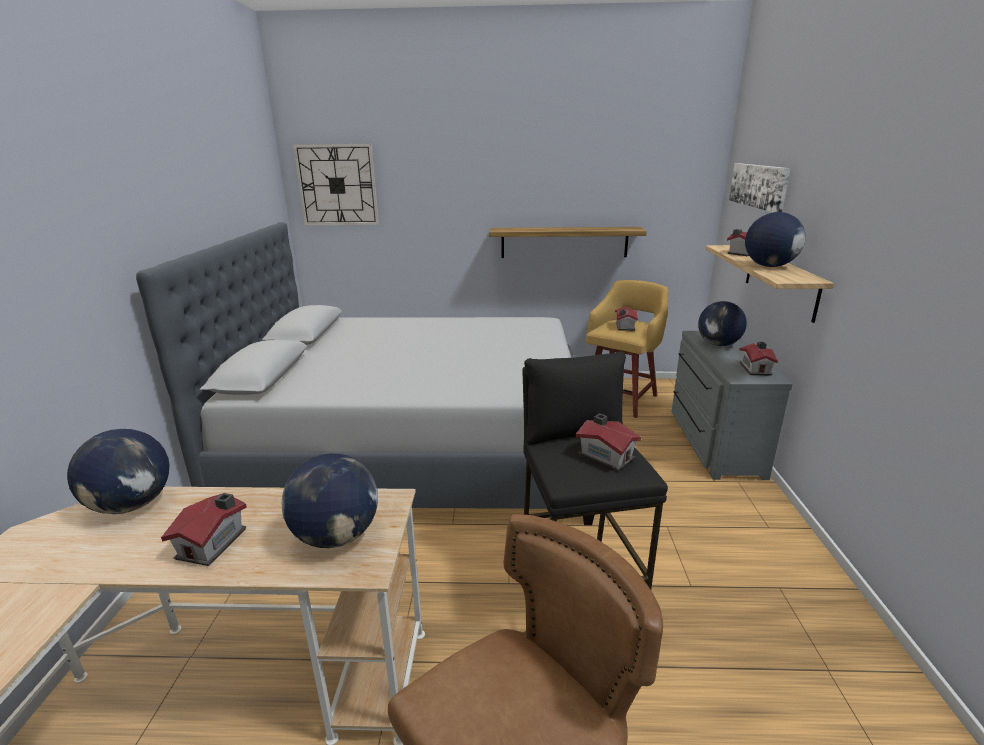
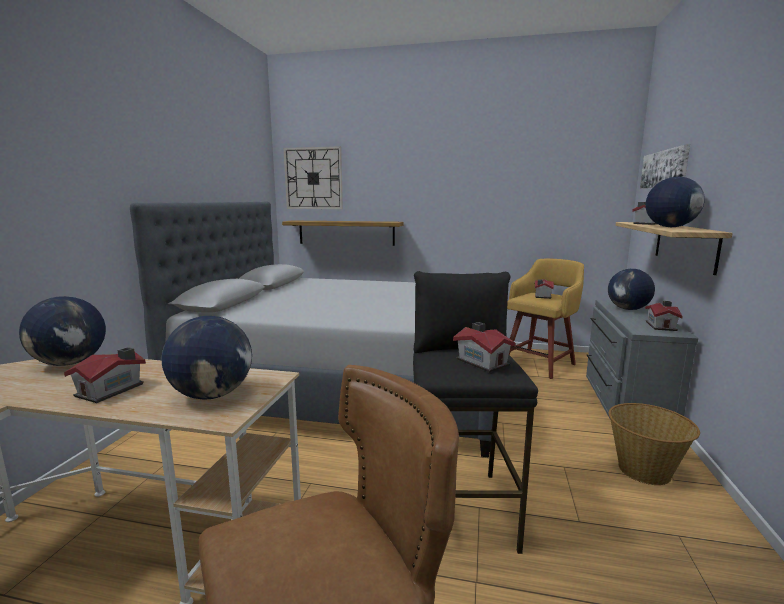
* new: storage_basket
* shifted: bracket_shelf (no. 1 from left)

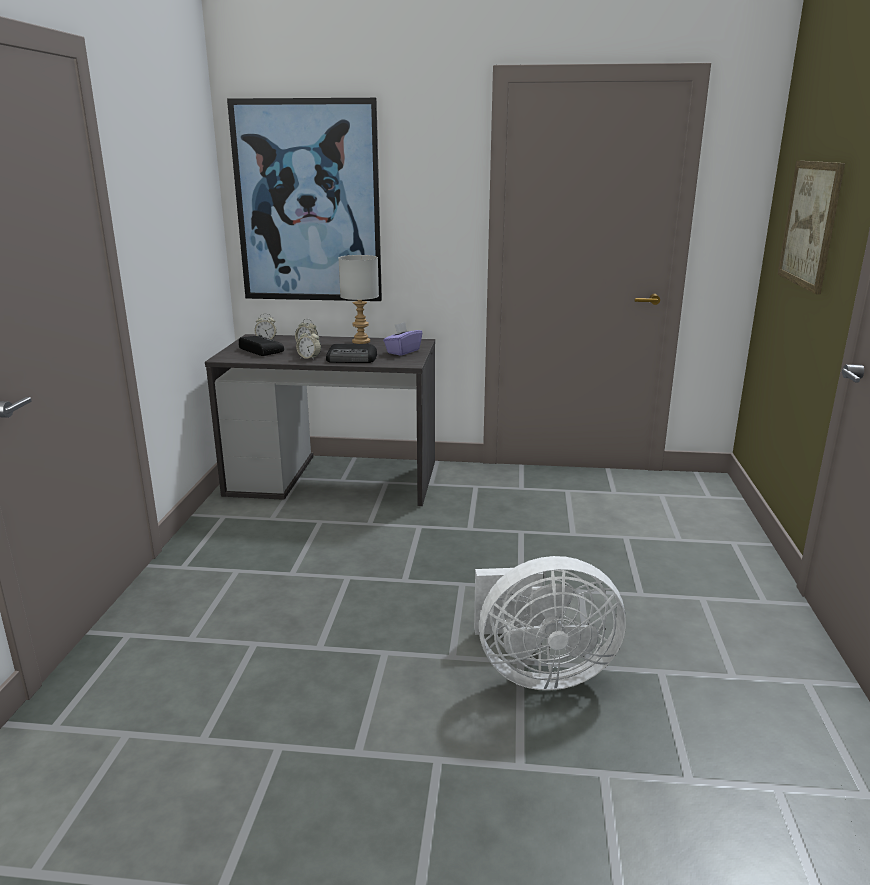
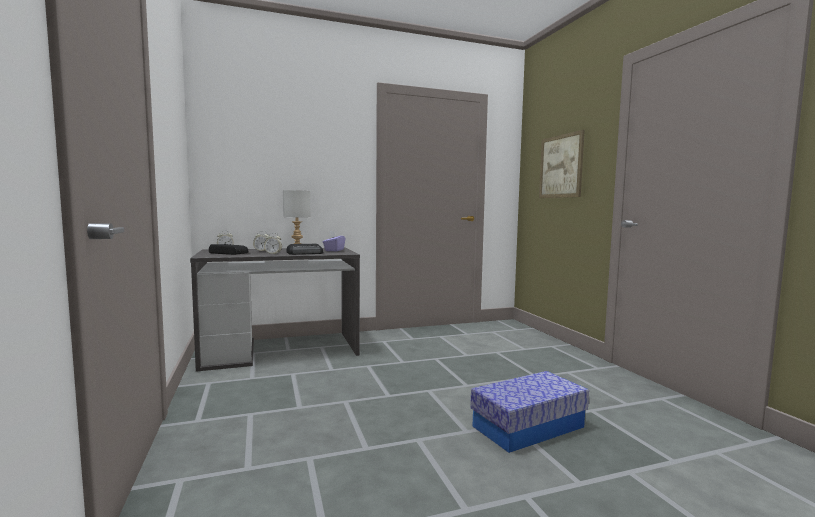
* gone: wall_picture (no. 1 from left)
* swapped: white_cooling_fan to storage_box

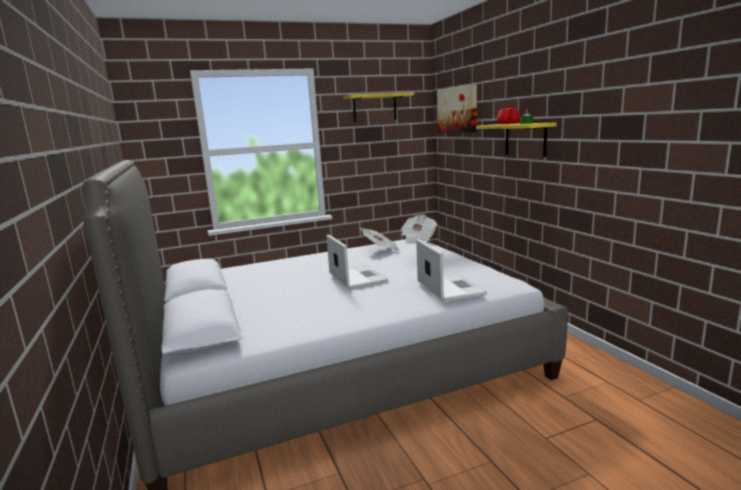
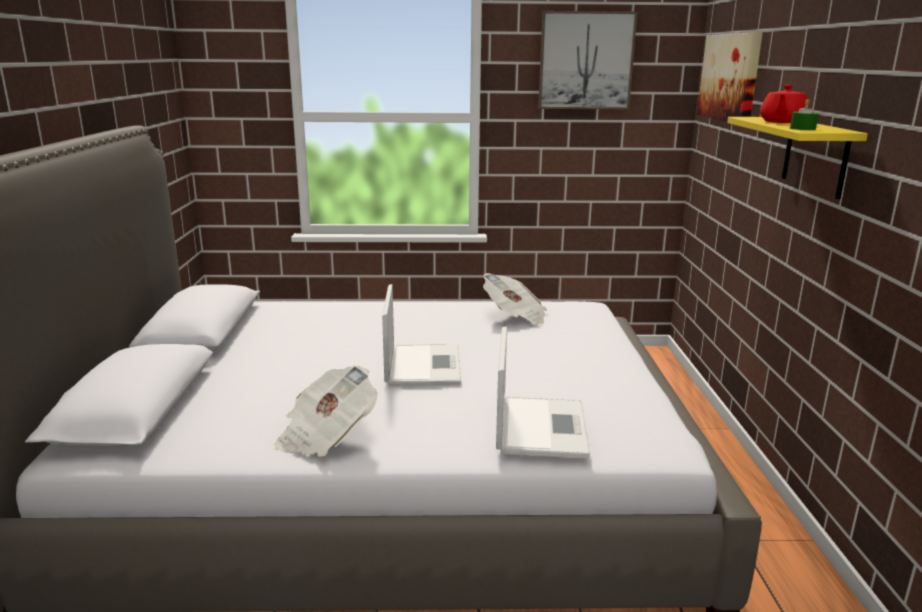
* shifted: printed_paper (no. 2 from left in the first image) to printed_paper (no. 1 from left)
* swapped: yellow-coloured_bracket_shelf (no. 1 from left) to wall_picture (no. 1 from left)

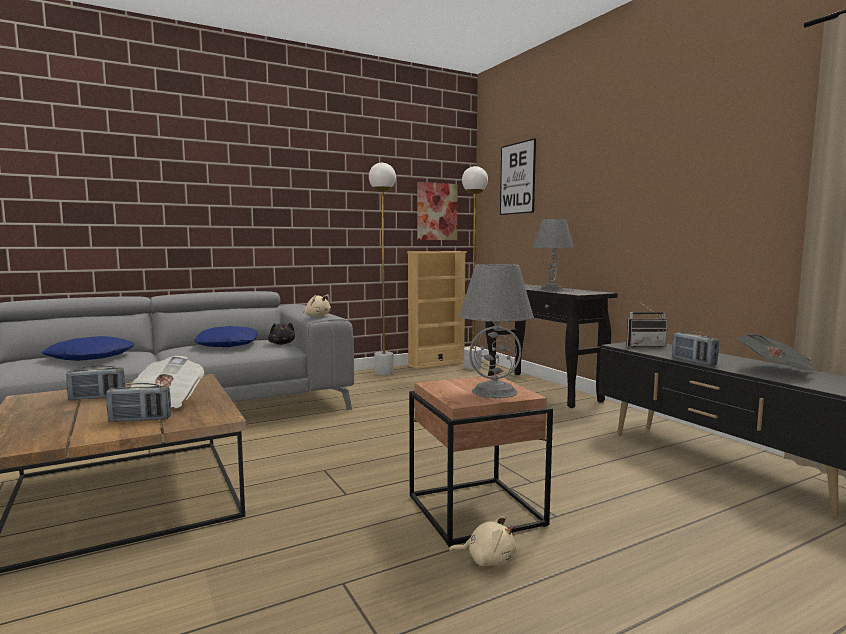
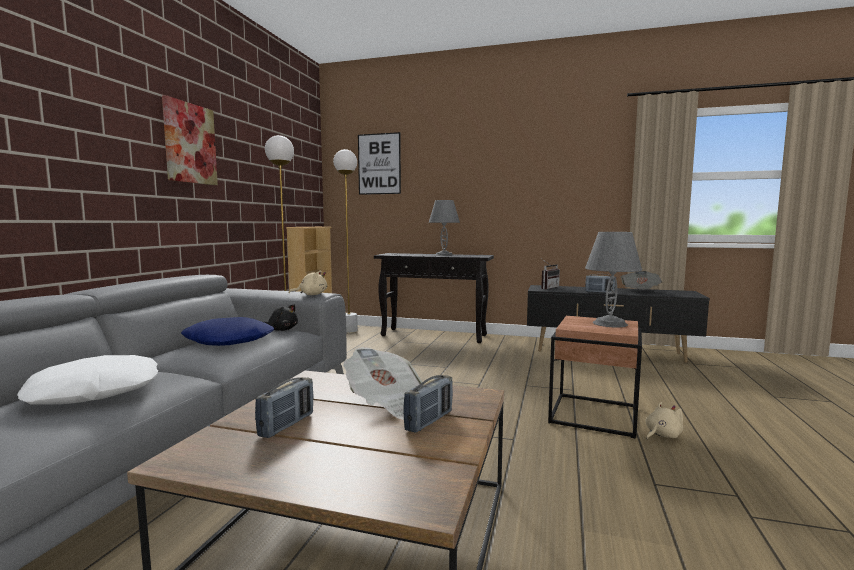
* shifted: wall_picture (no. 1 from left)
* repainted: blue_throw_pillow (no. 1 from left) to white_throw_pillow

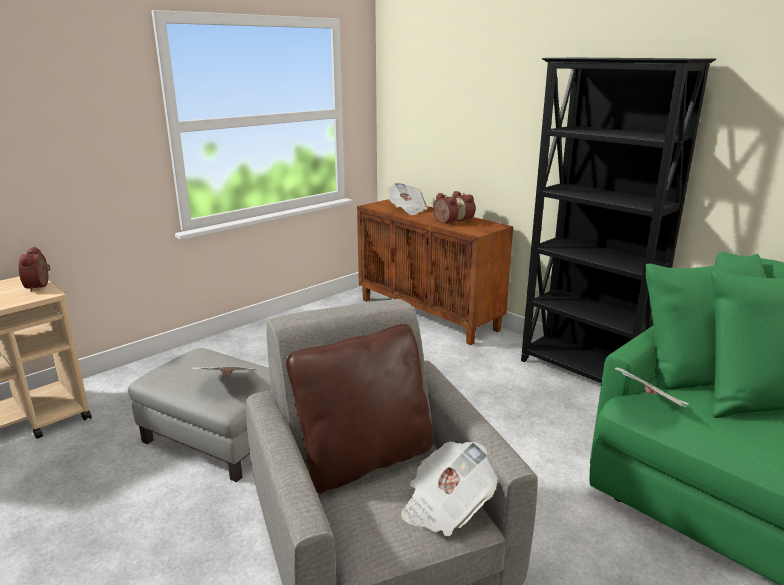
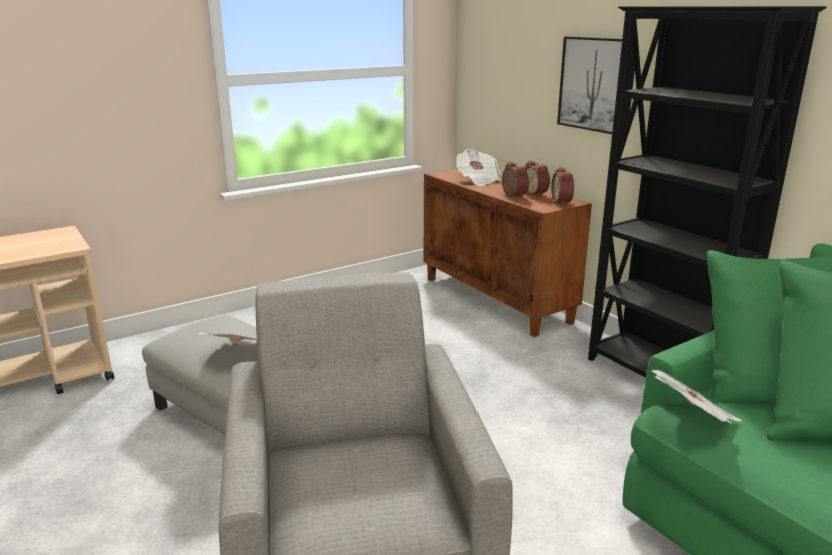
* gone: brown_throw_pillow
* gone: printed_paper (no. 3 from left)
* new: wall_picture
* shifted: bedside_clock (no. 1 from left in the first image) to bedside_clock (no. 3 from left)

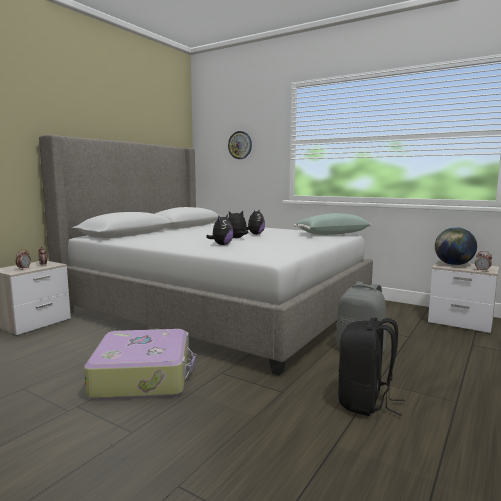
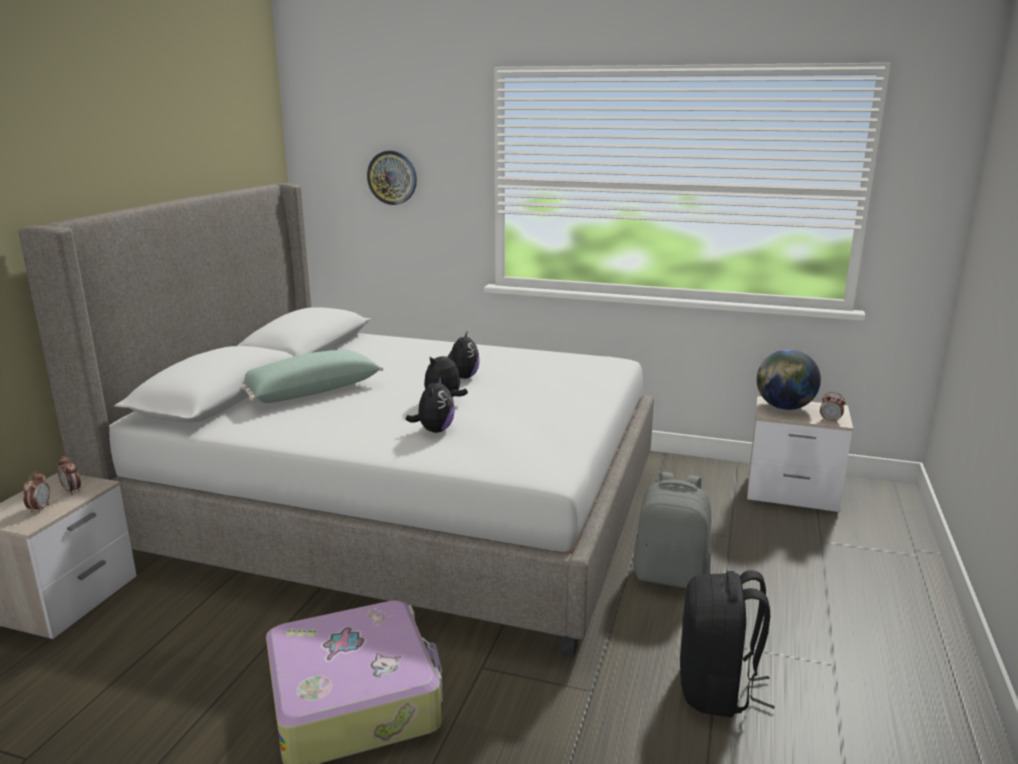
* shifted: green_throw_pillow

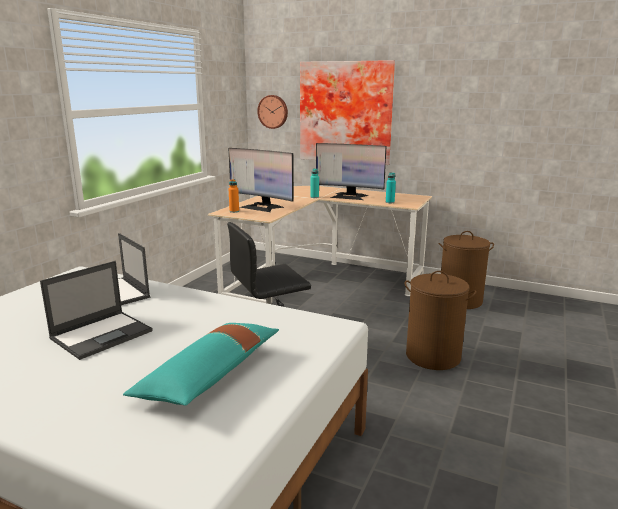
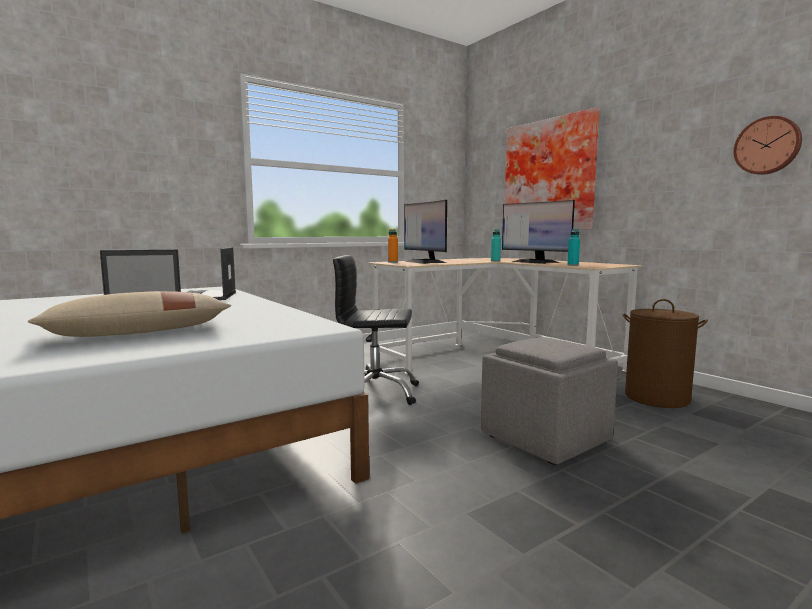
* shifted: clock_on_the_wall
* swapped: brown_hamper (no. 1 from left) to grey_ottoman
* repainted: turquoise-coloured_throw_pillow to sand-coloured_throw_pillow

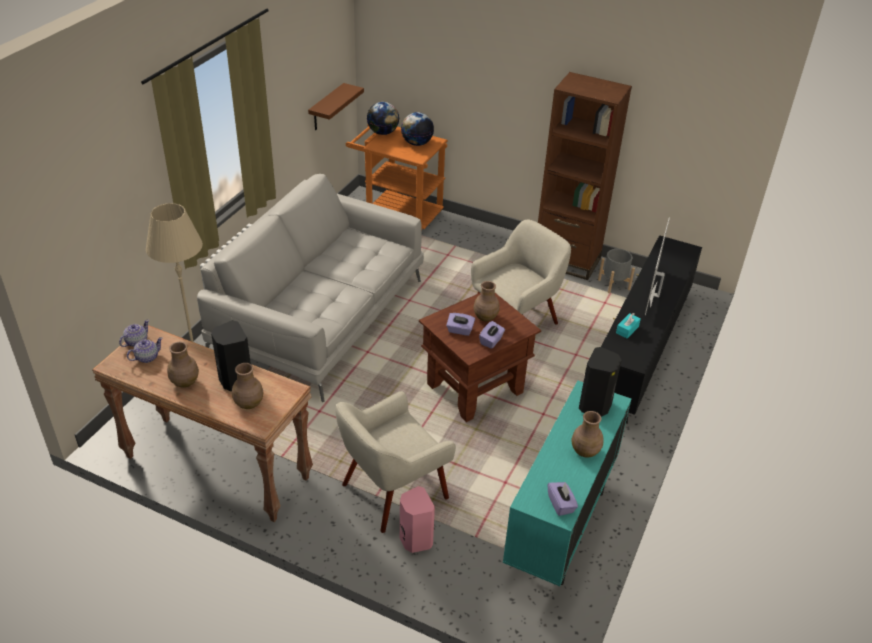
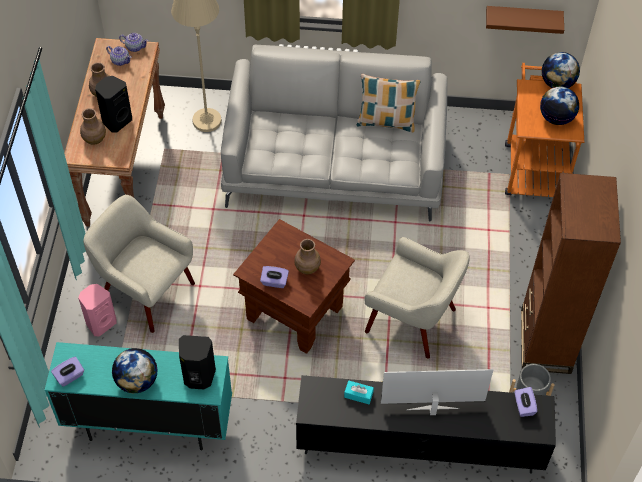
* new: throw_pillow
* shifted: purple_box_of_tissues (no. 1 from left in the first image) to purple_box_of_tissues (no. 3 from left)
* swapped: brown_flower_vase (no. 4 from left) to globe (no. 1 from left)

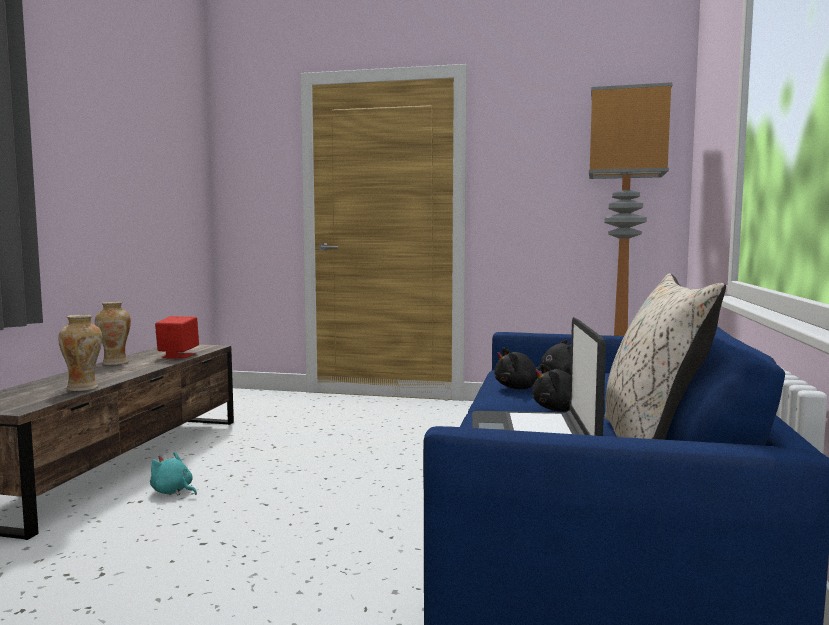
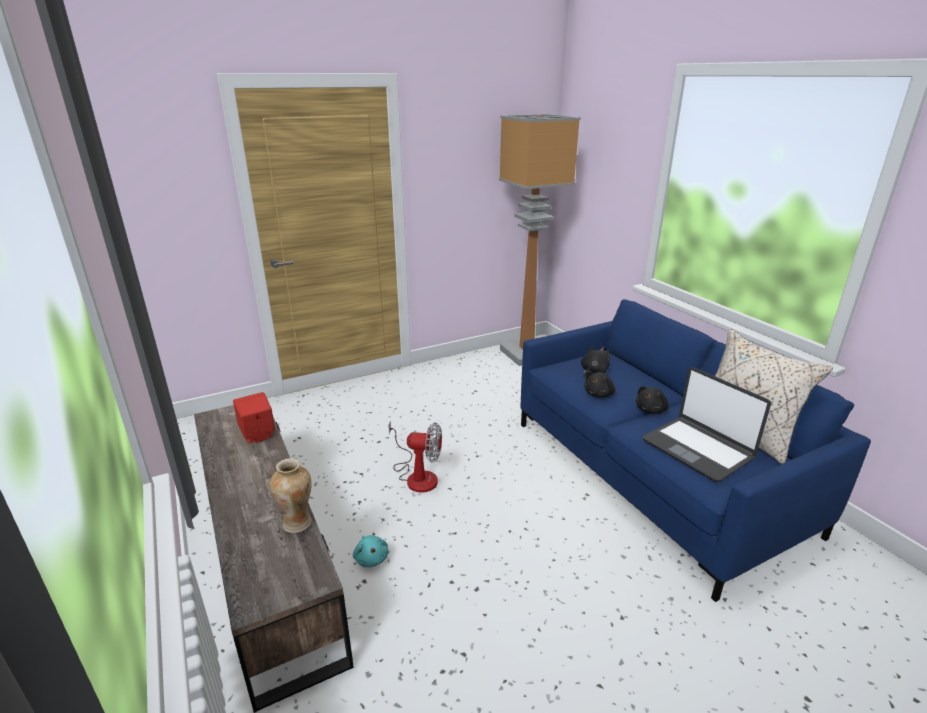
* gone: flower_vase (no. 2 from left)
* new: cooling_fan
* rotated: turquoise-coloured_plush_toy 105 degrees counterclockwise

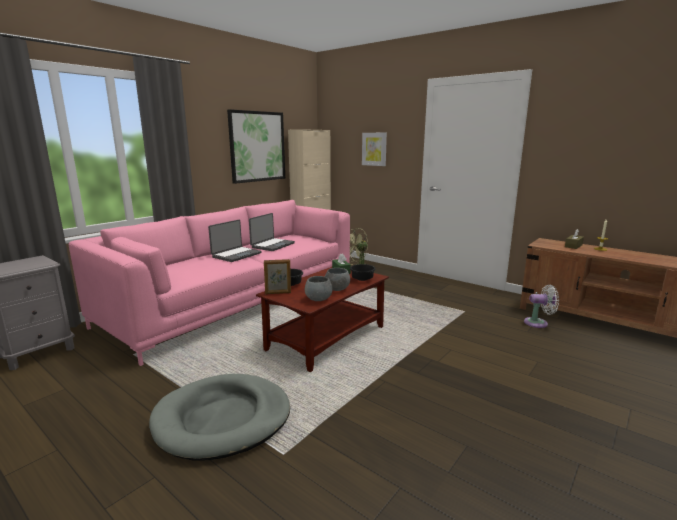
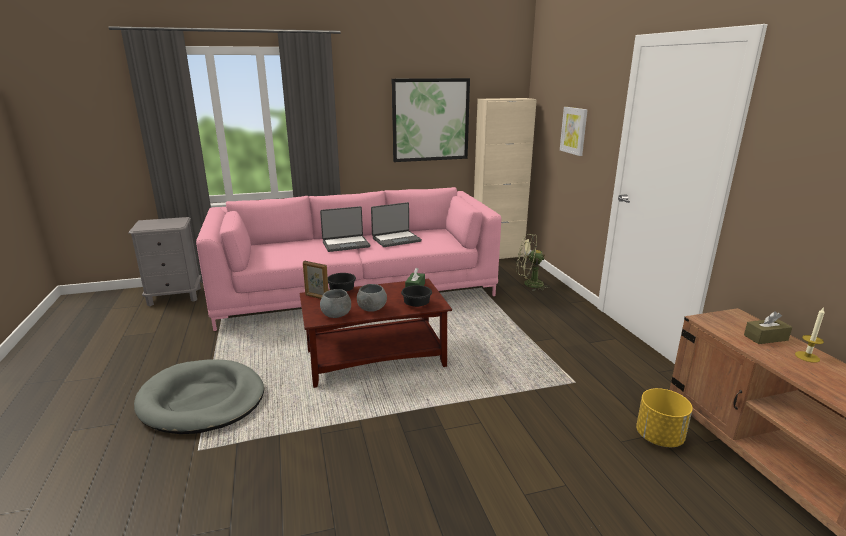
* swapped: white_cooling_fan to yellow-coloured_plant_pot

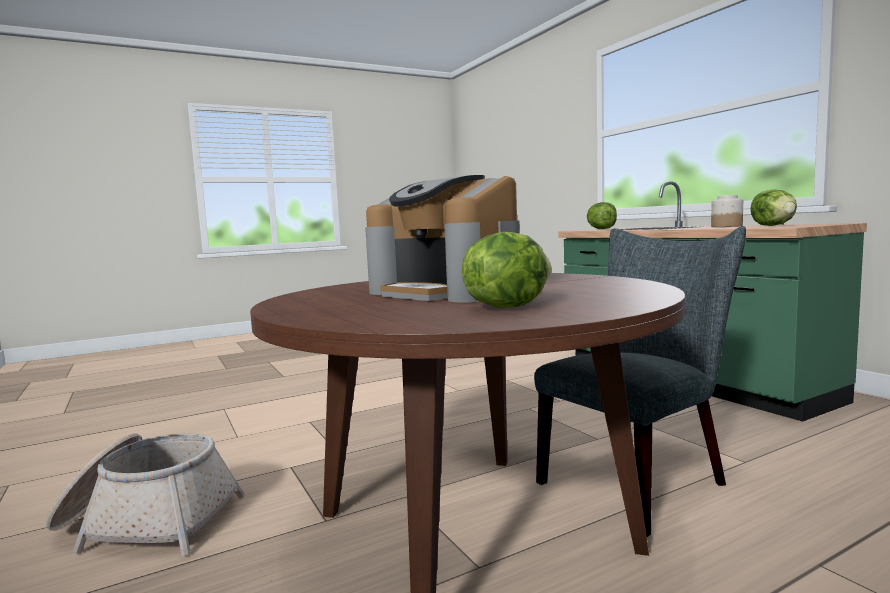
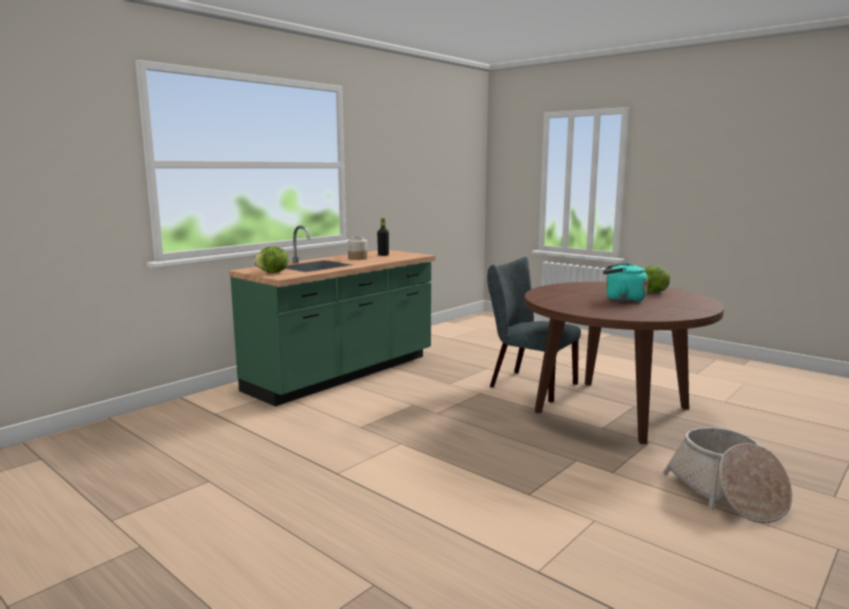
* swapped: coffee_brewer to turquoise-coloured_water_kettle
* swapped: head_of_lettuce (no. 3 from left) to blackish_beverage_bottle

